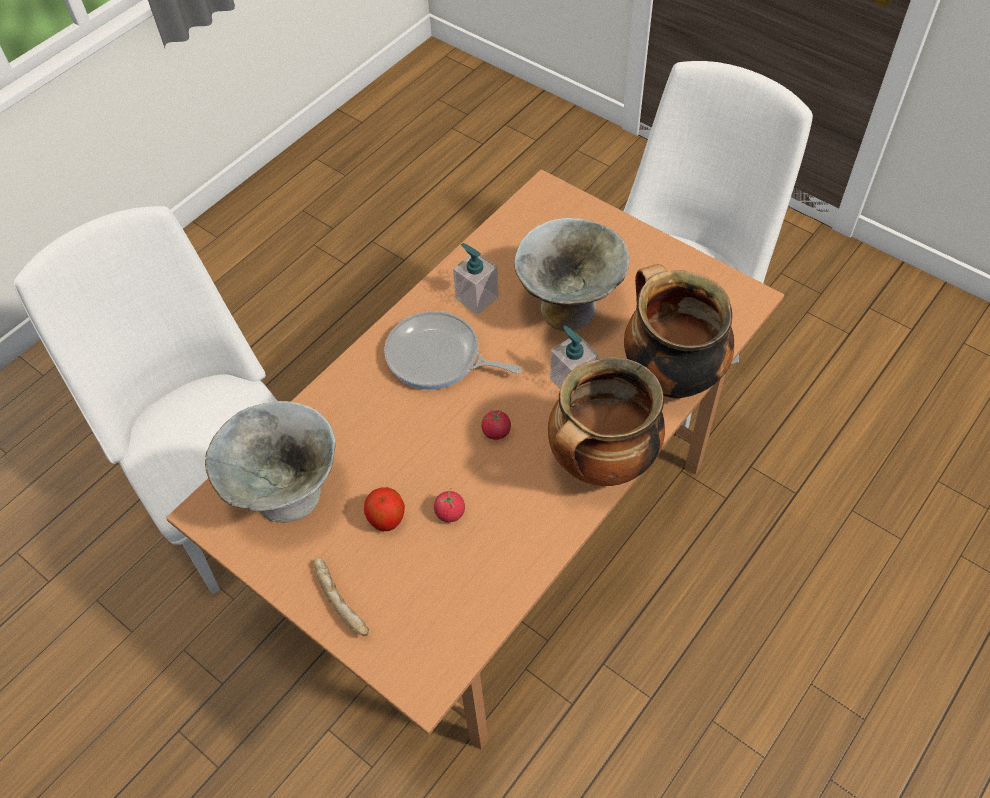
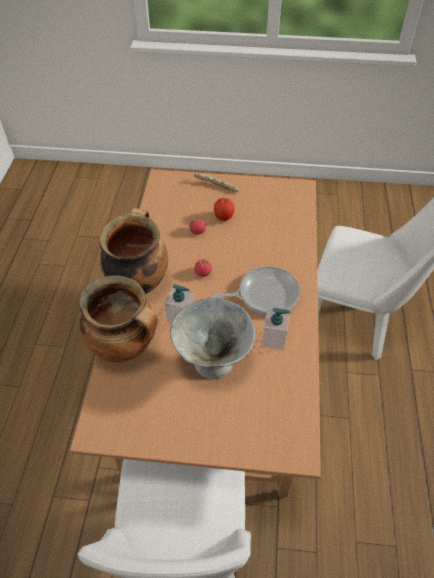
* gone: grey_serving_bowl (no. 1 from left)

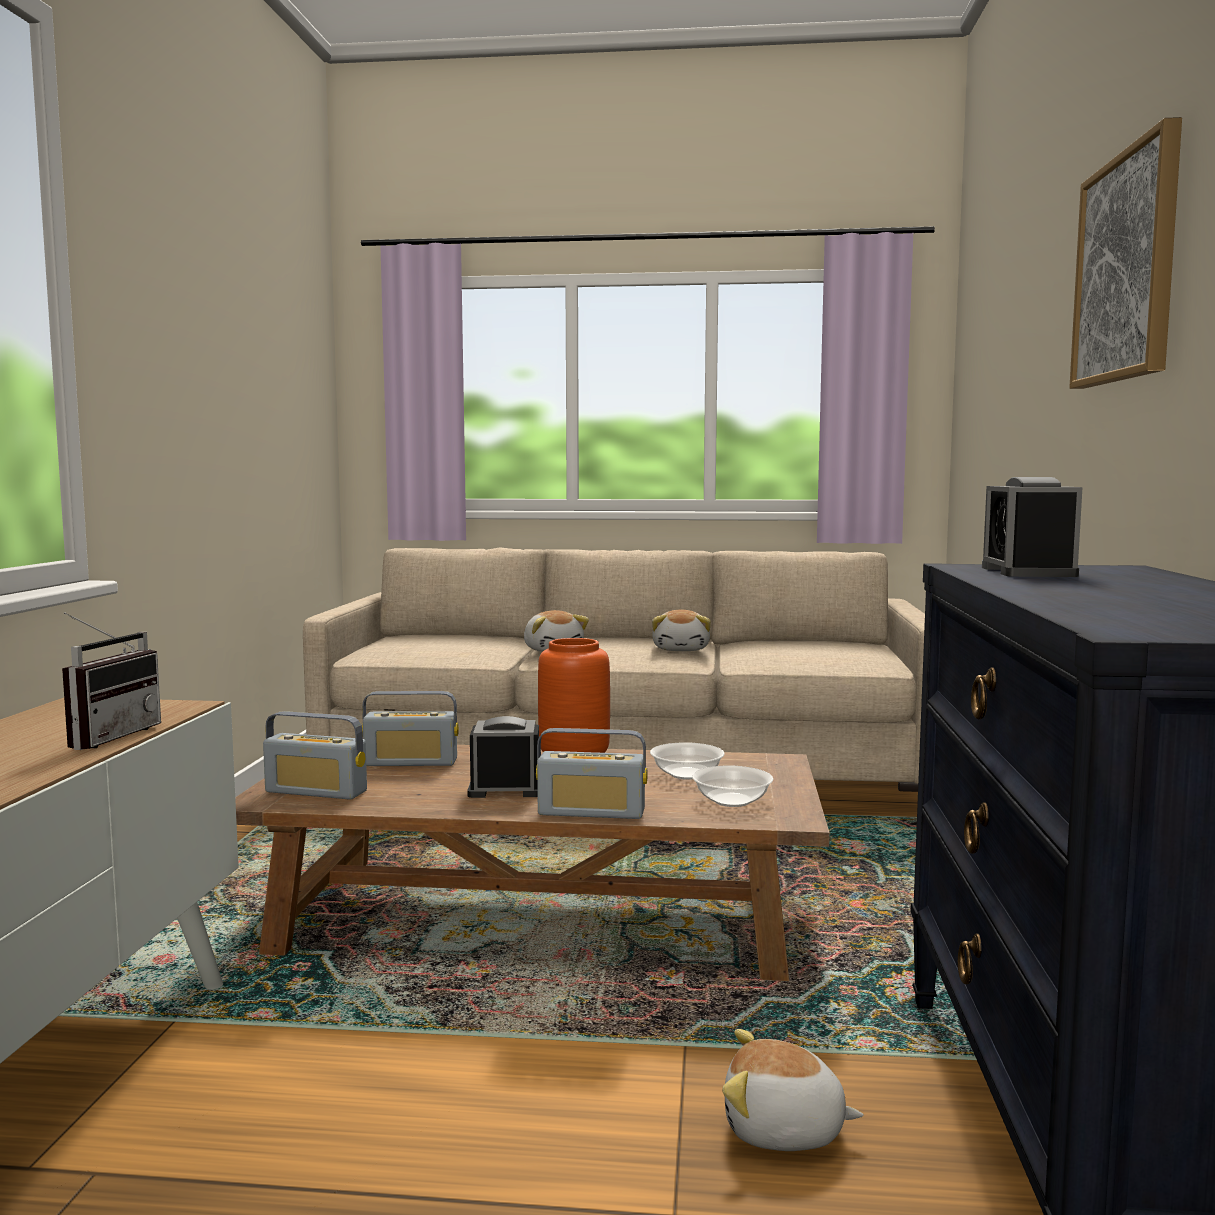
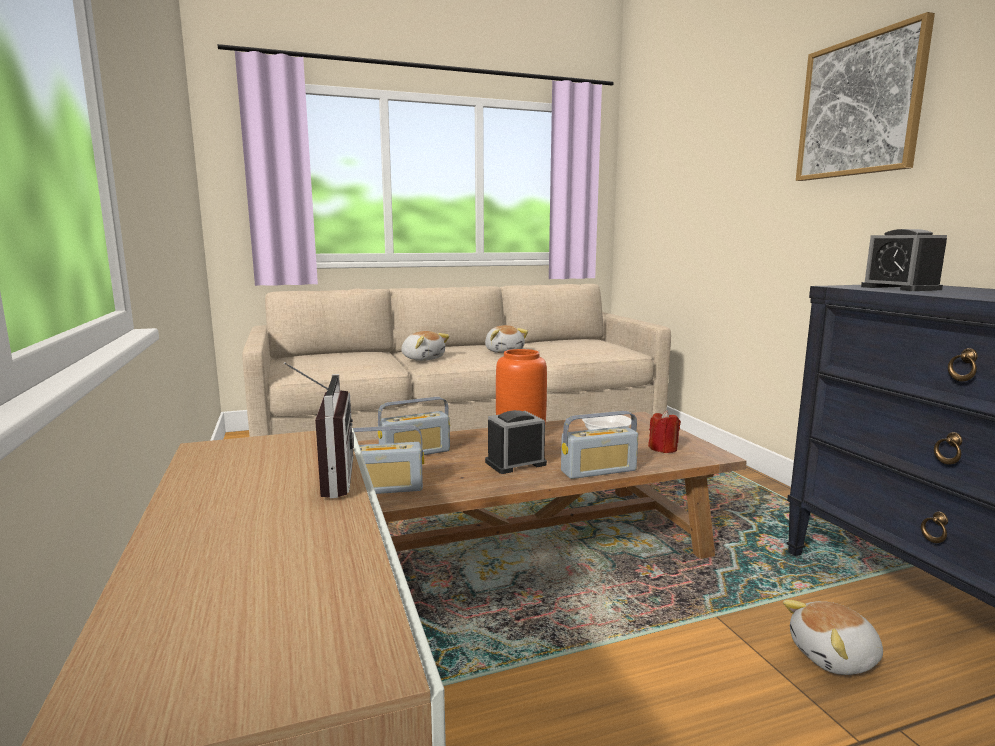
* swapped: serving_bowl (no. 2 from left) to red_wax_light

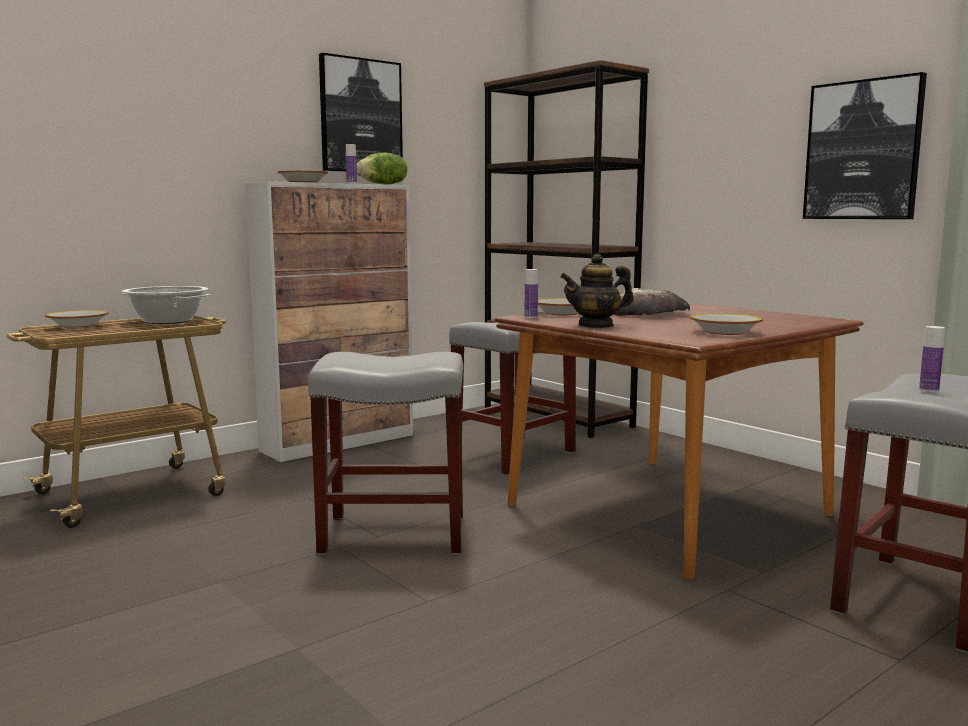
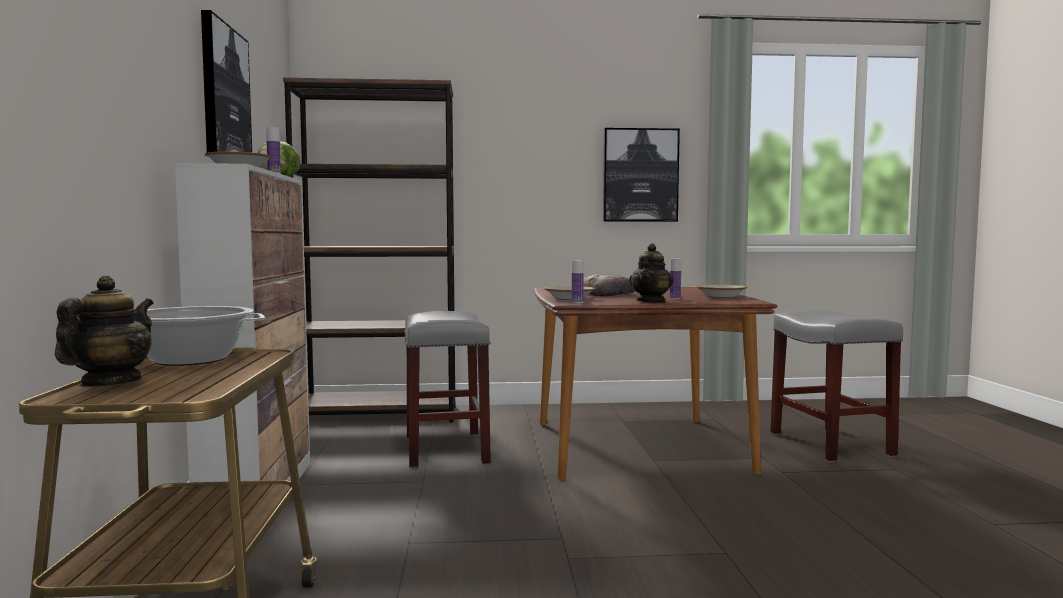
* gone: grey_stool (no. 1 from left)
* shifted: beverage_bottle (no. 3 from left)
* swapped: serving_bowl (no. 1 from left) to pot_for_tea (no. 1 from left)

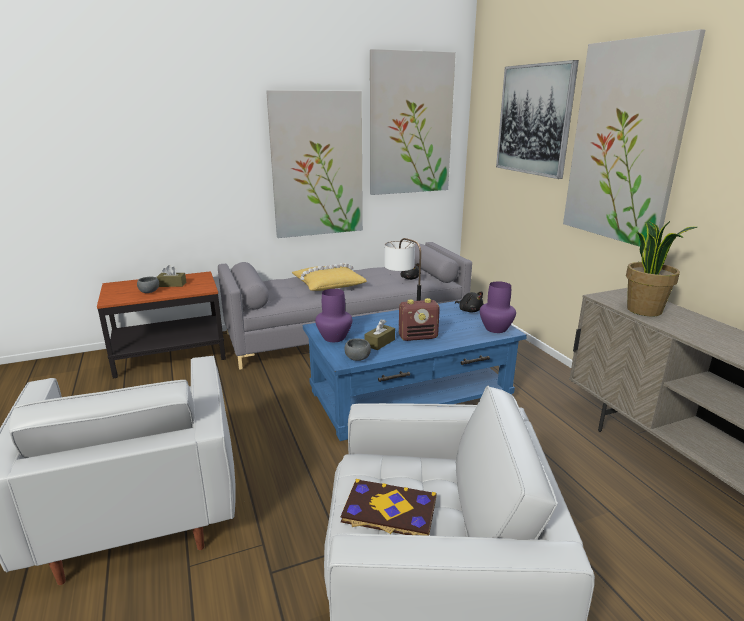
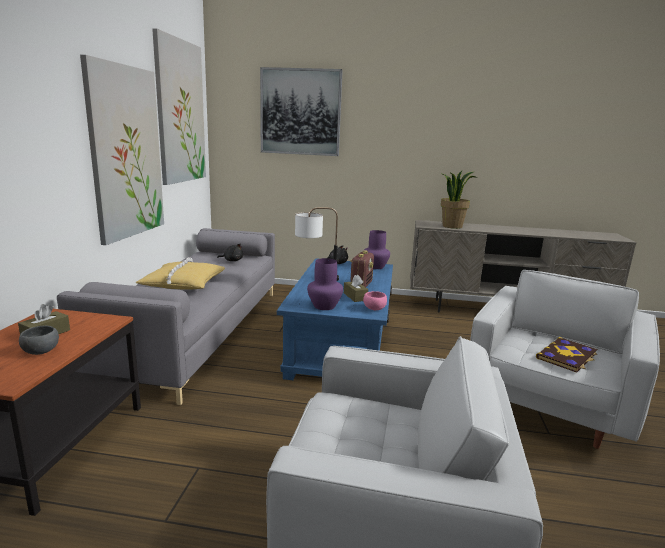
* gone: wall_picture (no. 4 from left)
* repainted: grey_serving_bowl (no. 2 from left) to pink_serving_bowl

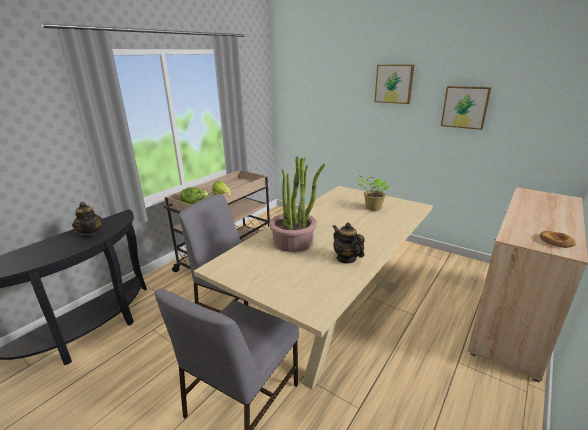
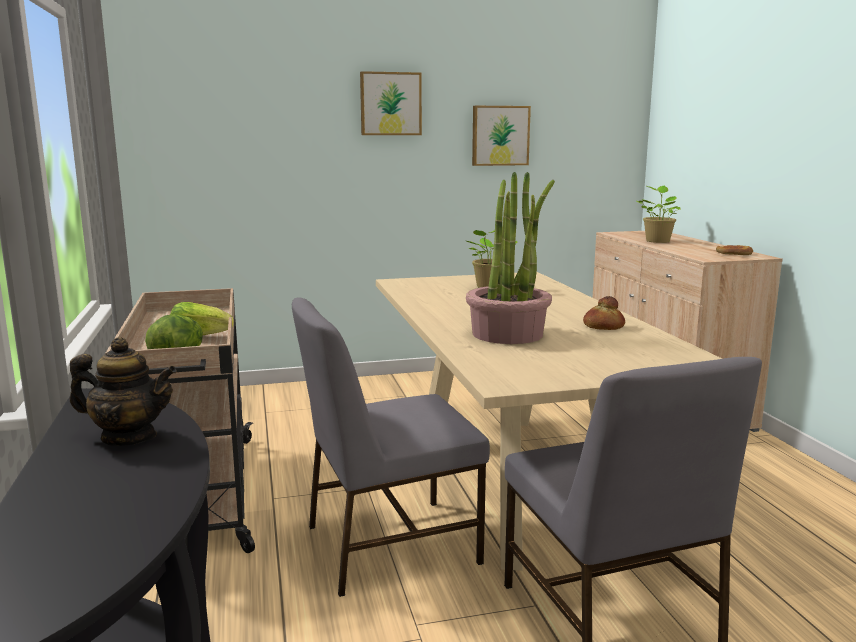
* new: houseplant (no. 3 from left)
* swapped: pot_for_tea (no. 2 from left) to bread (no. 1 from left)

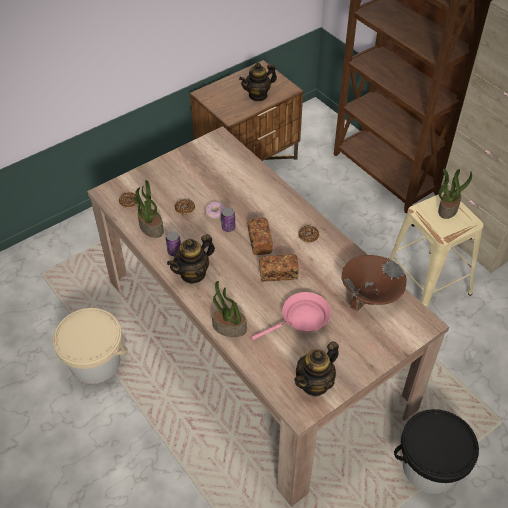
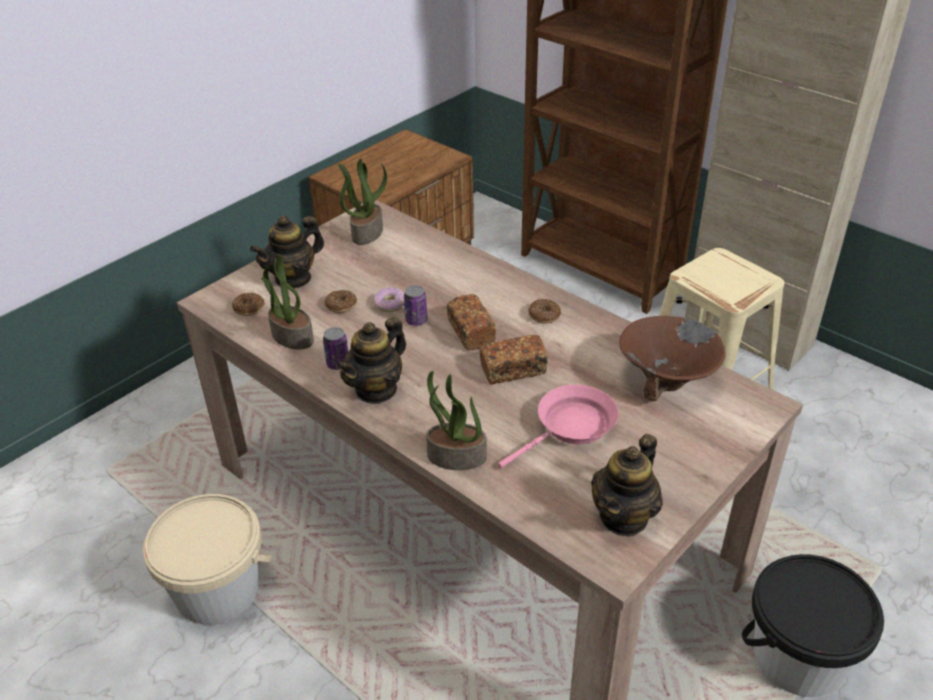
* shifted: pot_for_tea (no. 2 from left in the first image) to pot_for_tea (no. 1 from left)
* shifted: houseplant (no. 3 from left in the first image) to houseplant (no. 2 from left)

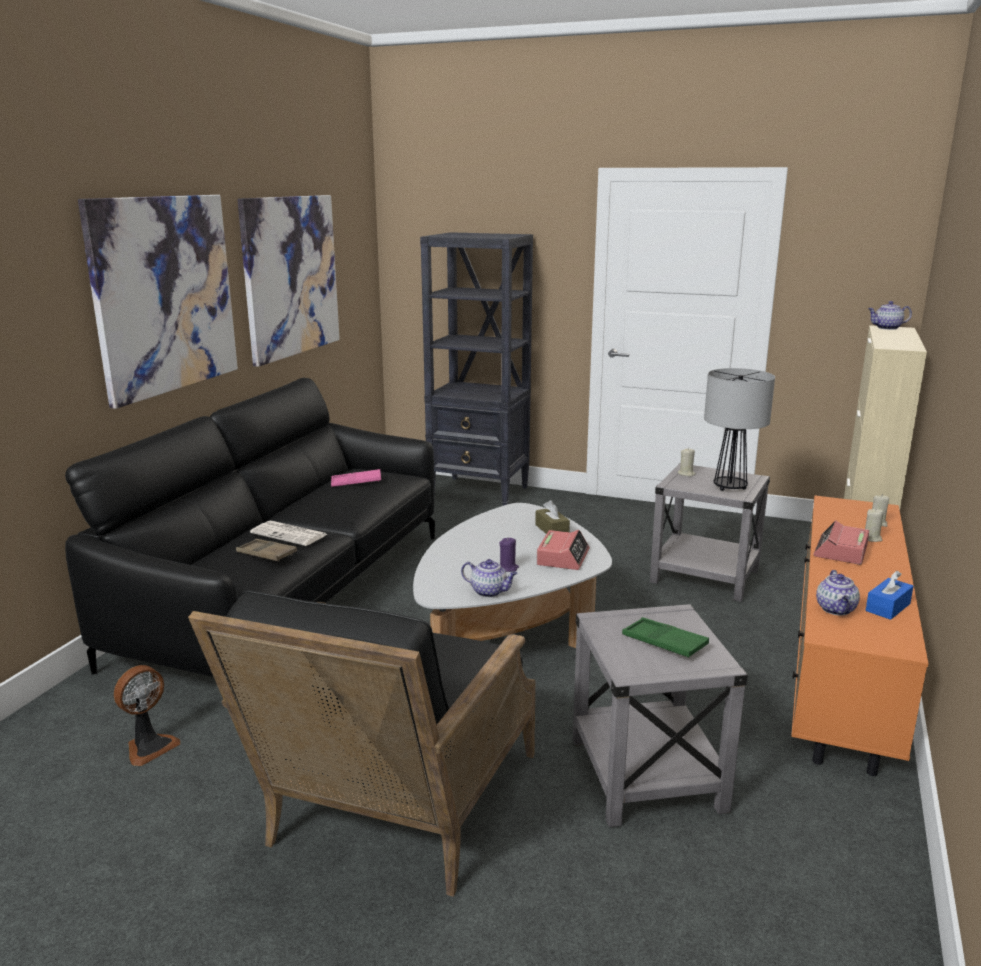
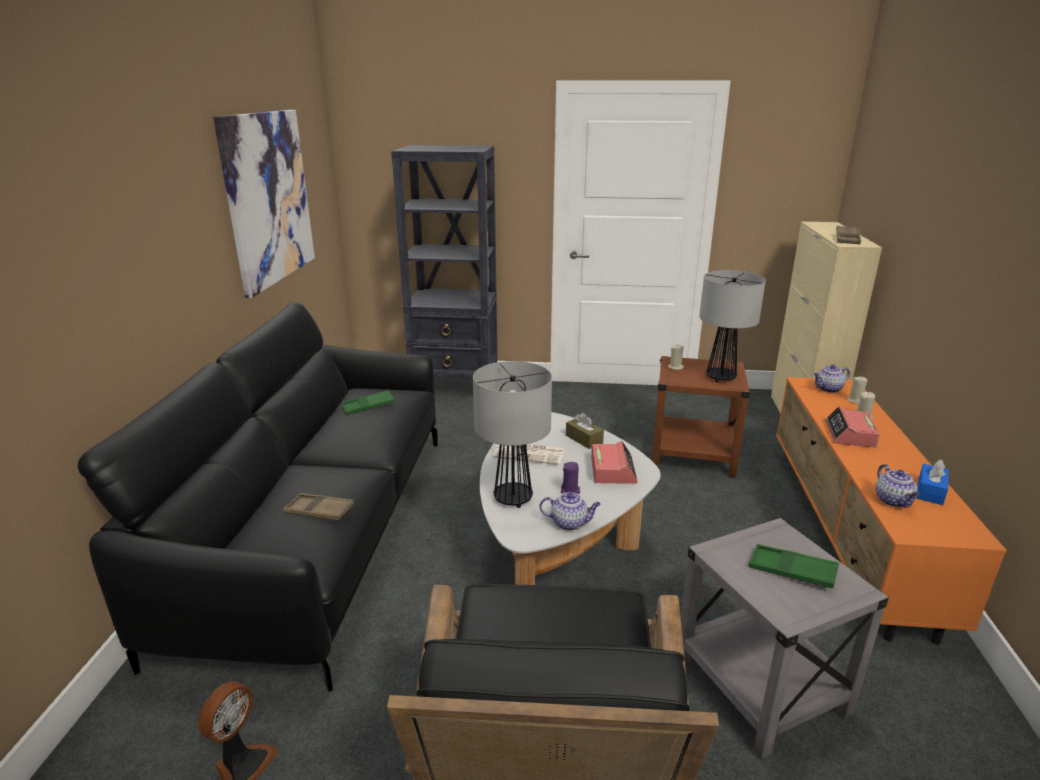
* gone: wall_picture (no. 1 from left)
* new: lamp_for_a_table (no. 1 from left)
* new: brown_carrying_tray (no. 2 from left)
* shifted: printed_paper
* shifted: pot_for_tea (no. 3 from left in the first image) to pot_for_tea (no. 2 from left)
* repainted: pink_carrying_tray to green_carrying_tray (no. 1 from left)
* repainted: grey_end_table (no. 2 from left) to brown_end_table

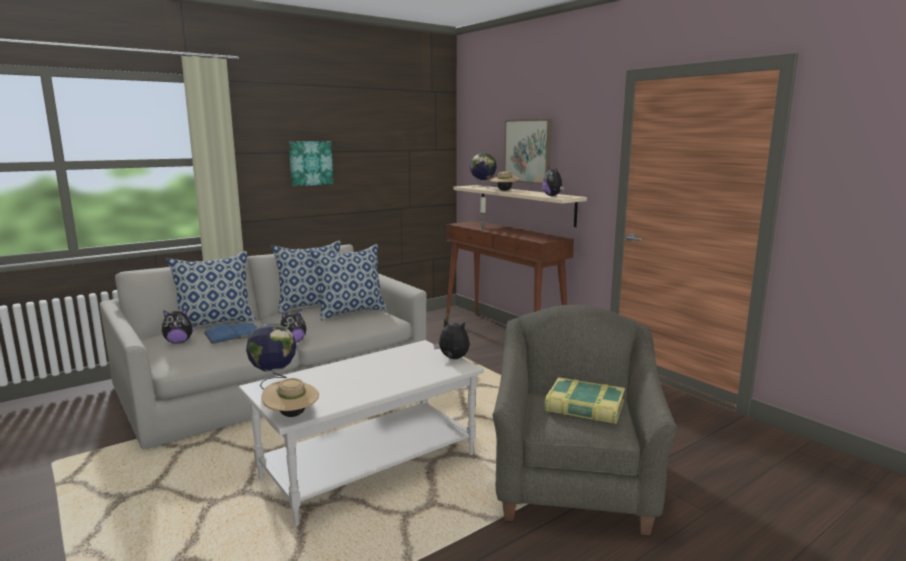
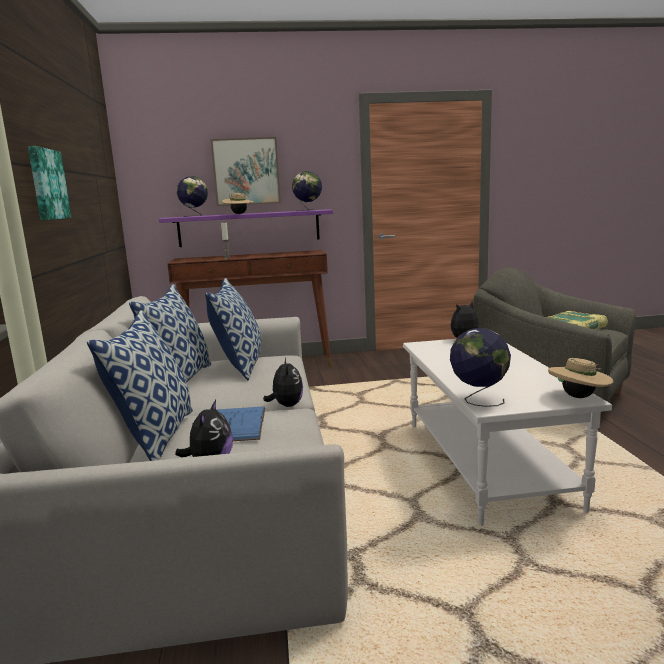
* swapped: plush_toy (no. 4 from left) to globe (no. 2 from left)
* repainted: sand-coloured_bracket_shelf to purple_bracket_shelf

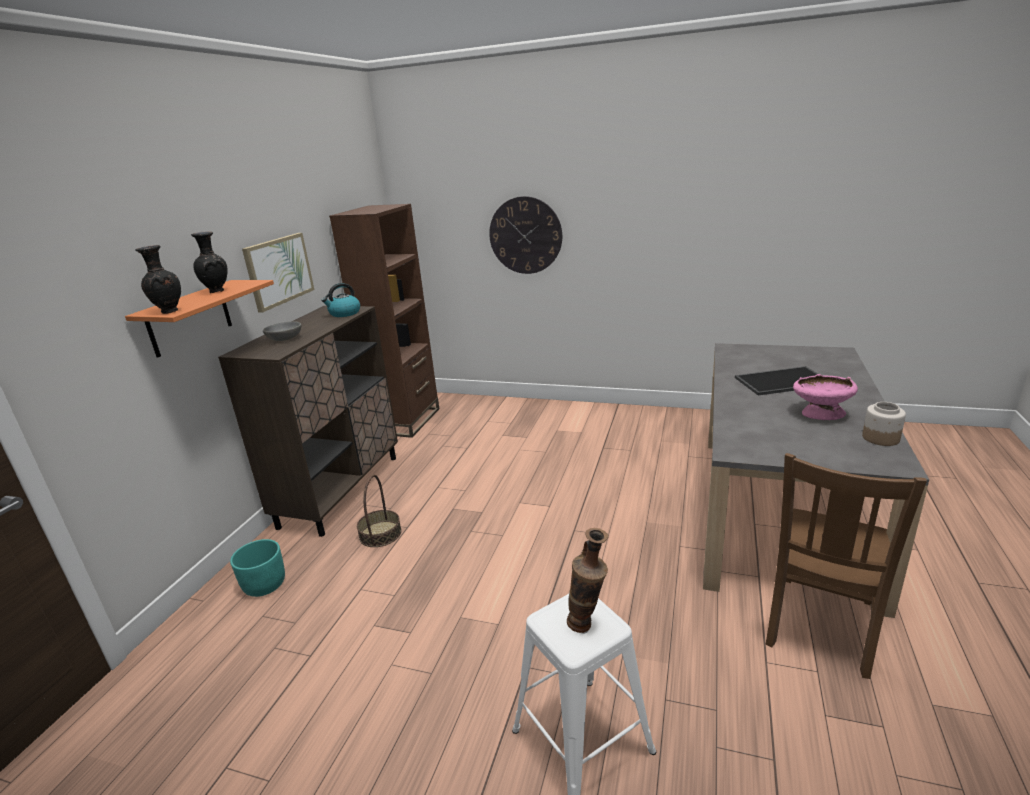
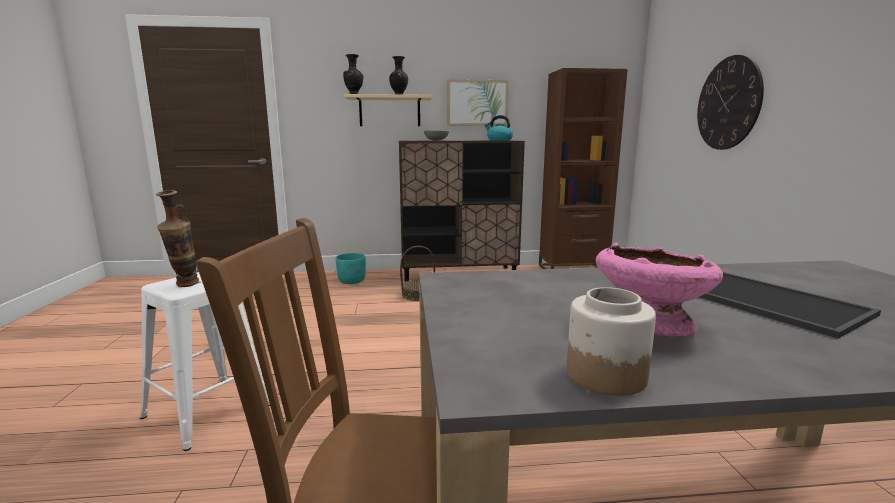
* repainted: orange-coloured_bracket_shelf to sand-coloured_bracket_shelf

